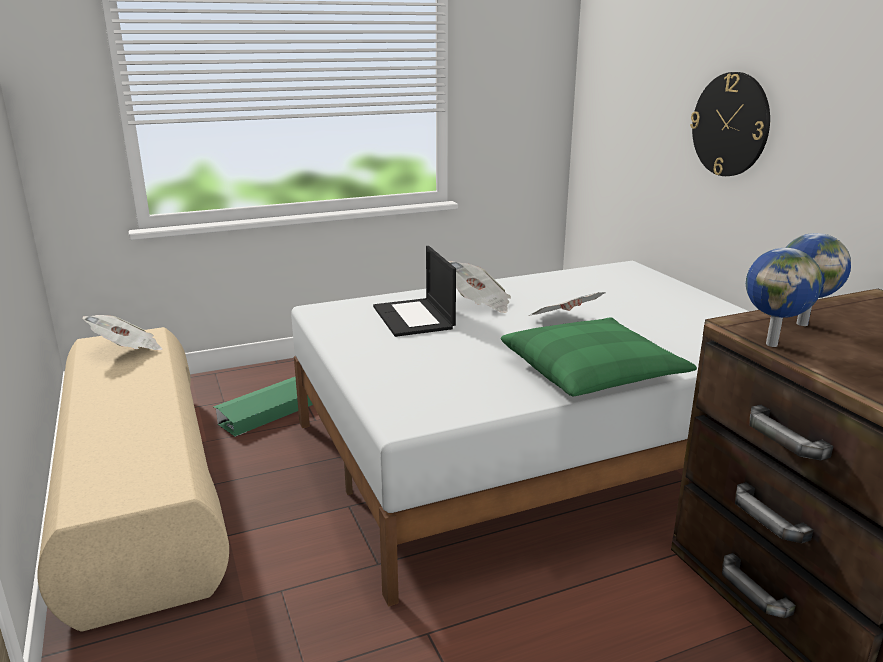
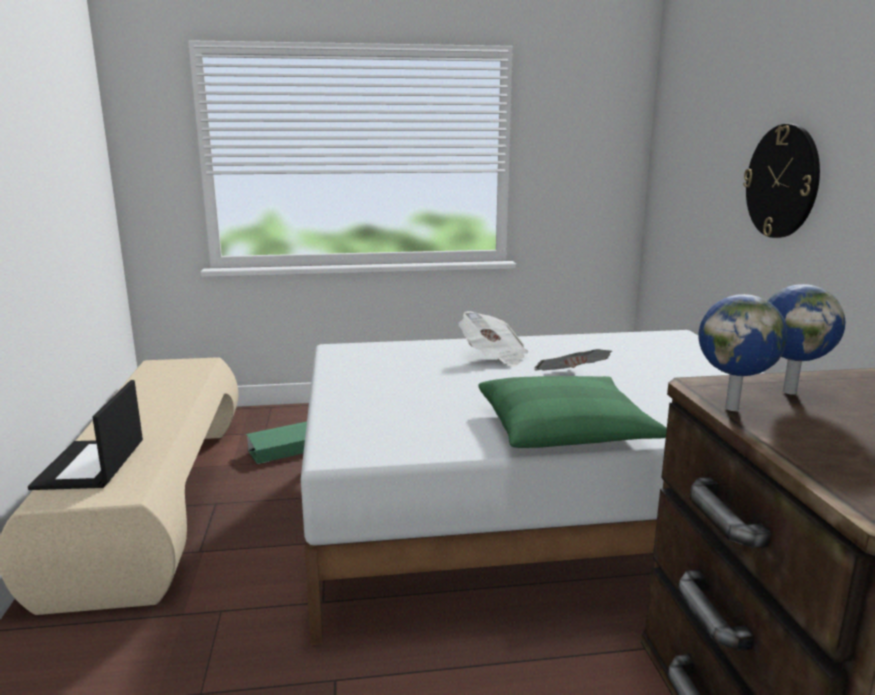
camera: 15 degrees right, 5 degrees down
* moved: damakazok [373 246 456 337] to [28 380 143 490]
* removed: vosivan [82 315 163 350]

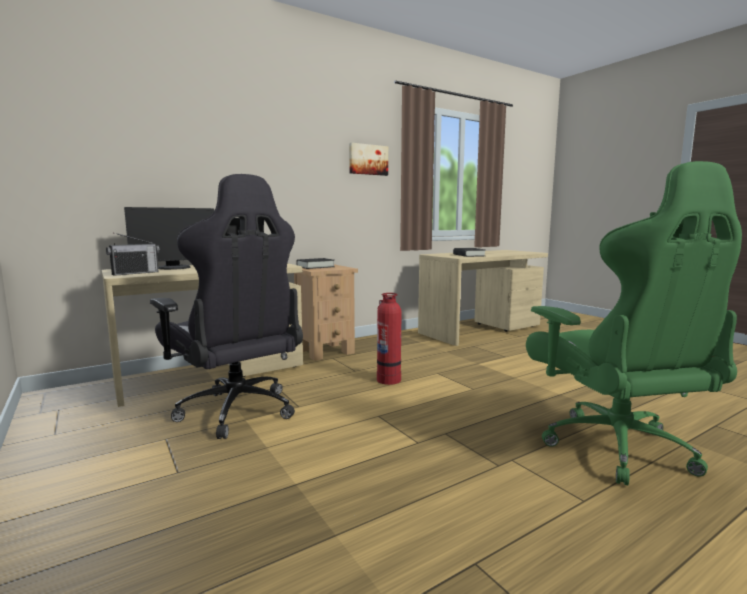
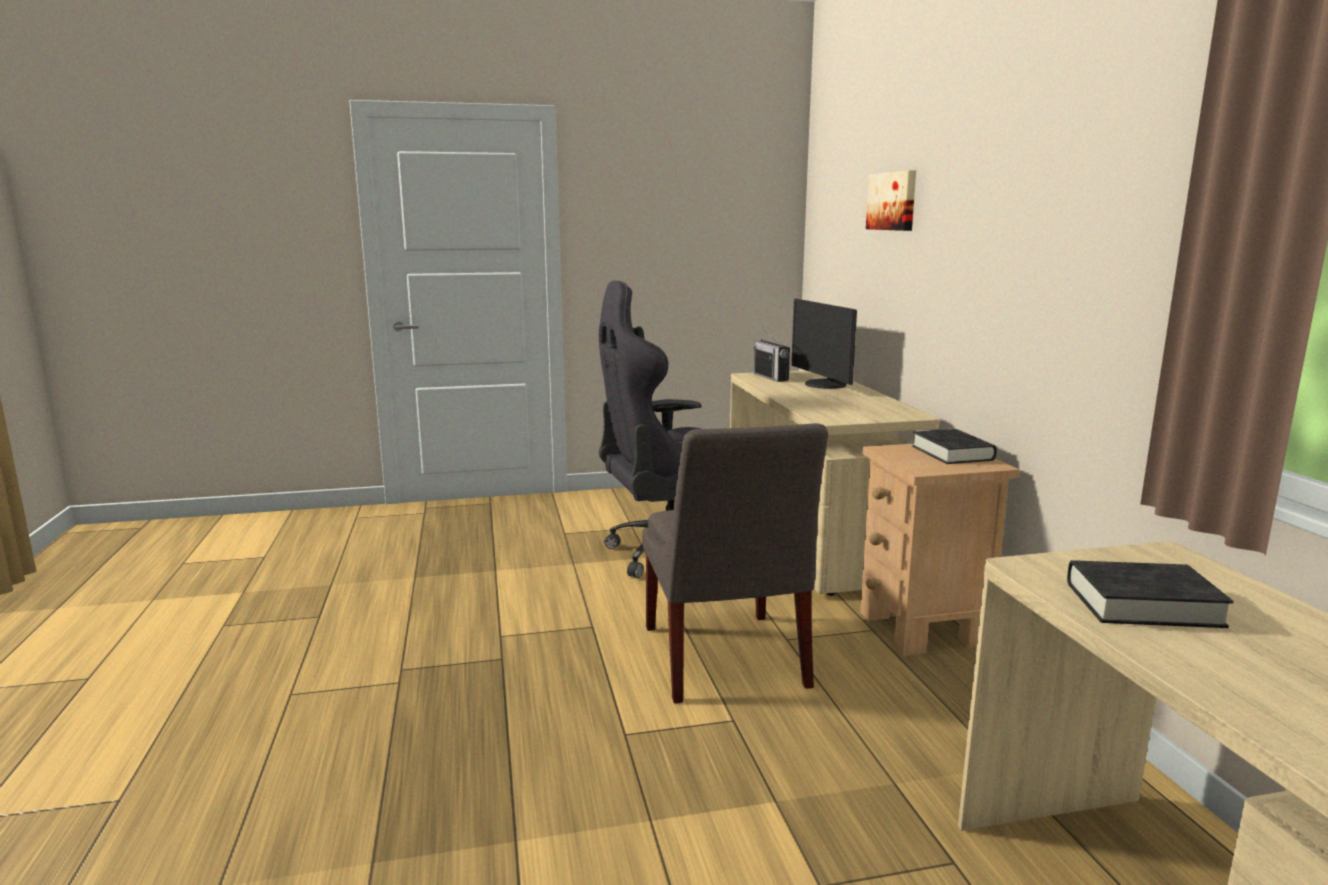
camera: 110 degrees right, 5 degrees up
* moved: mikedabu [349 143 388 176] to [866 170 916 231]
* removed: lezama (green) [526 161 742 485]
* replaced: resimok [377 293 402 385] to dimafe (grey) [642 423 828 703]

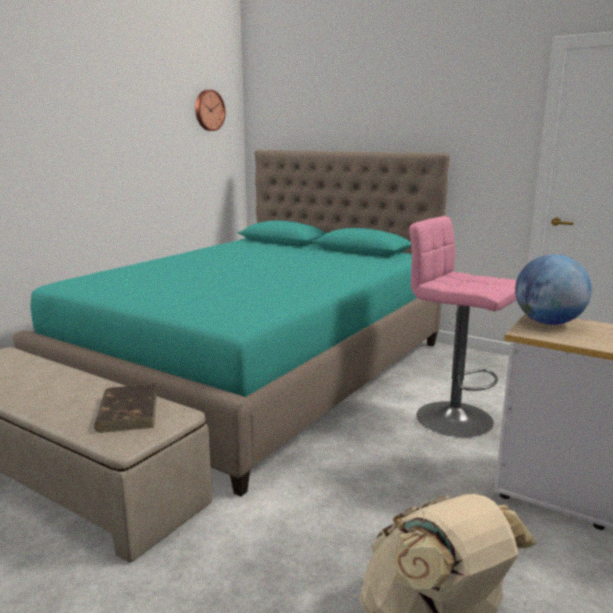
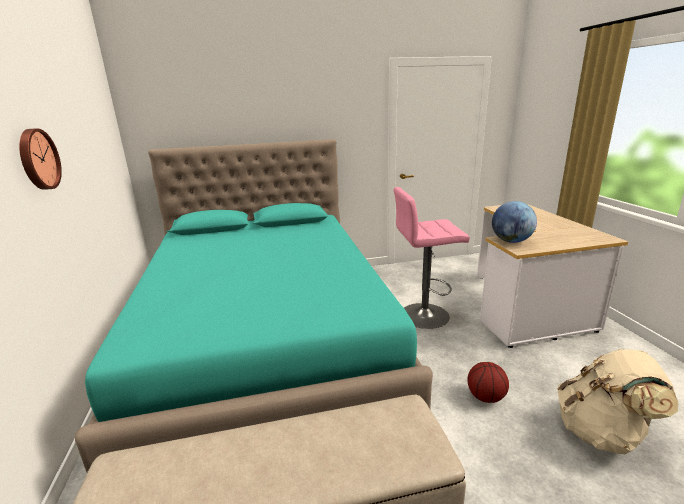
camera: 45 degrees left, 5 degrees up
* moved: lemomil [195 90 226 131] to [19 128 62 190]
* removed: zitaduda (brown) [94 384 157 433]
* added: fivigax [467 362 509 403]

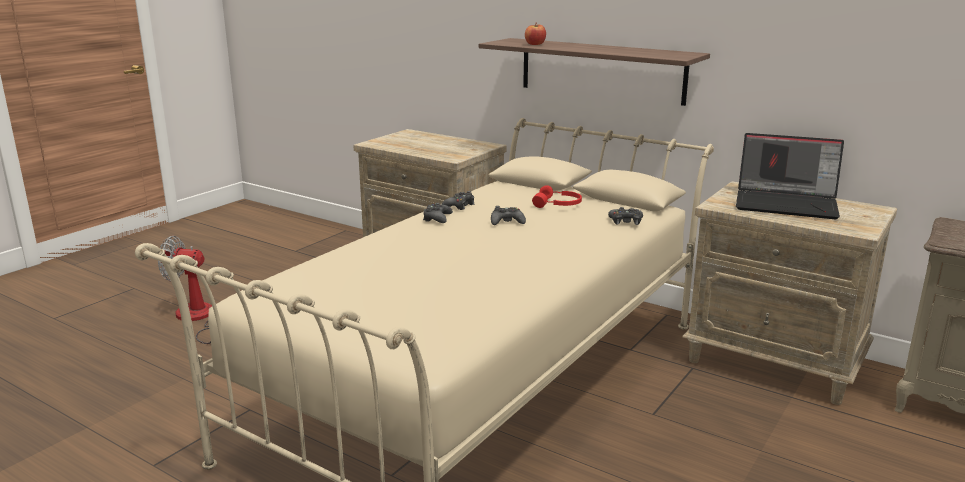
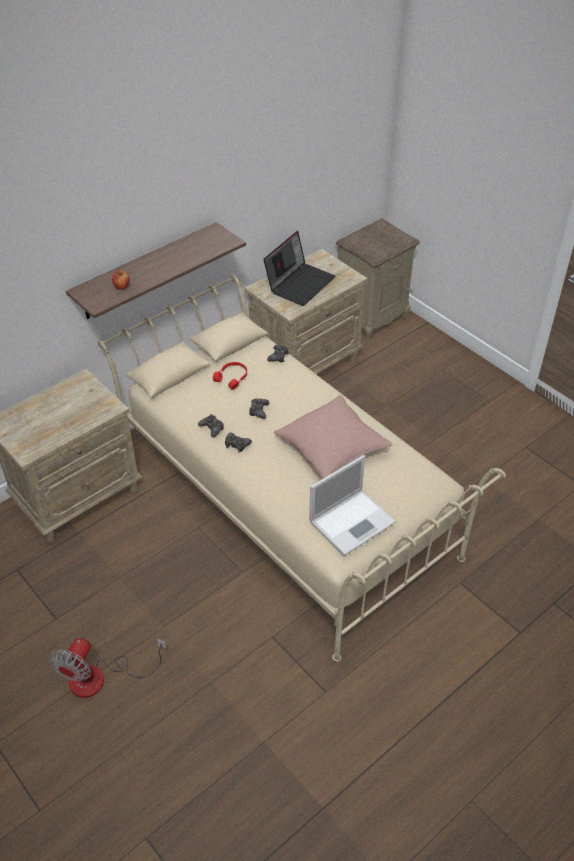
camera: 75 degrees left, 25 degrees up
* added: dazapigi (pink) [274 395 393 479]
* added: damakazok [309 455 396 556]

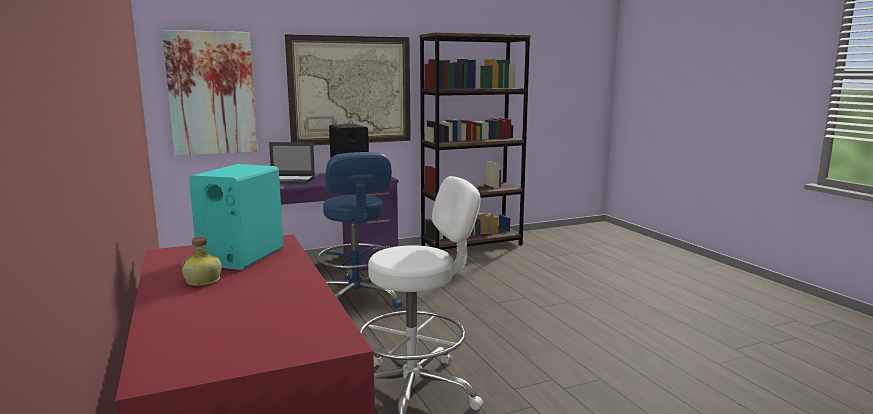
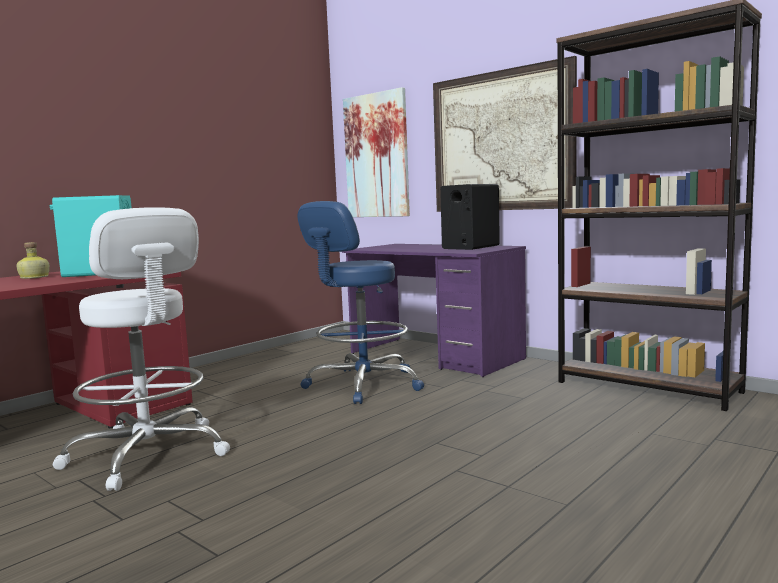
camera: 65 degrees right, 5 degrees down
* removed: damakazok [269 142 315 185]

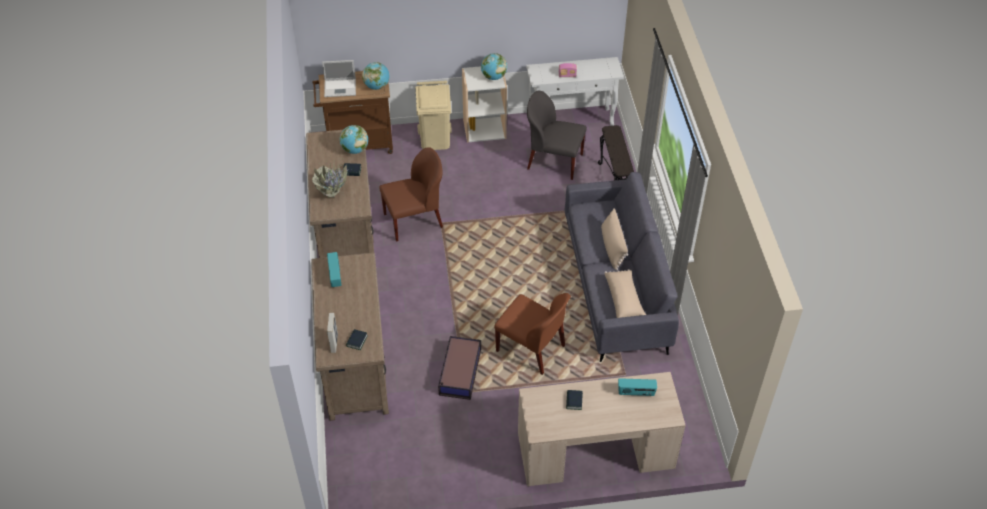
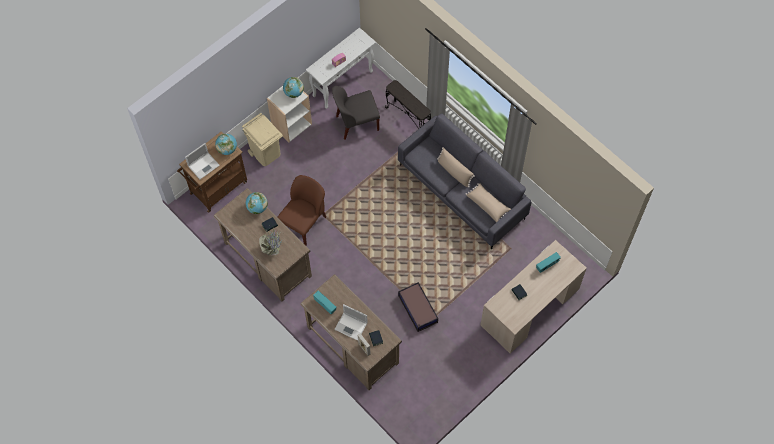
camera: 35 degrees left, 15 degrees up
* removed: dimafe (brown) [494 293 571 375]
* added: damakazok [334 304 368 341]

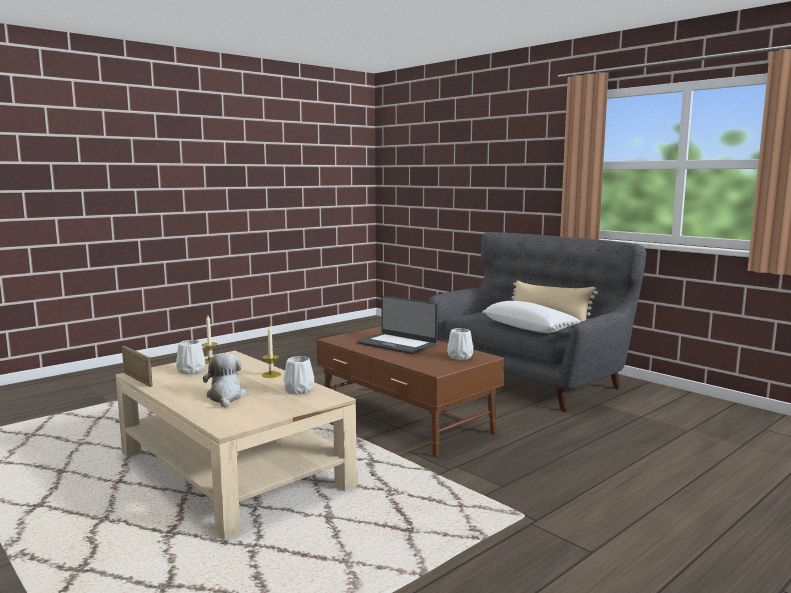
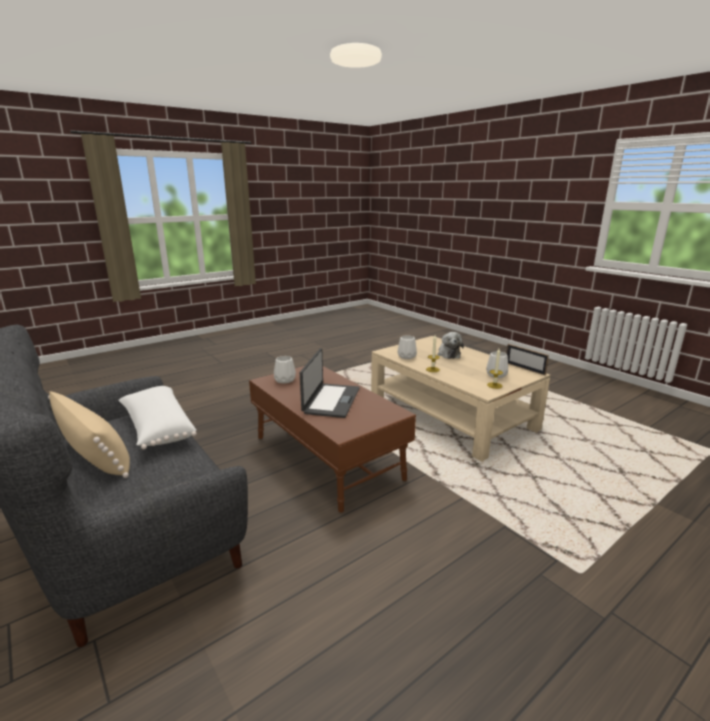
camera: 175 degrees left, 10 degrees up
* turned: damakazok [357 296 438 354] = [300 348 360 418] 60 degrees clockwise

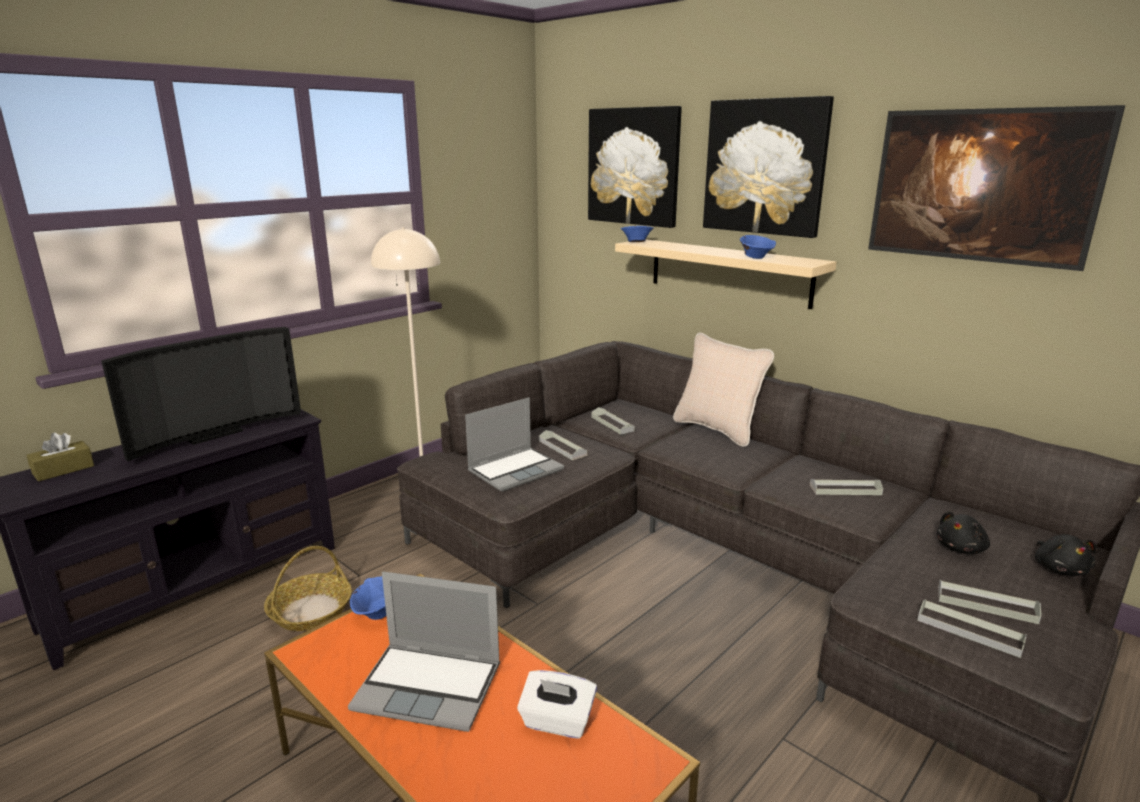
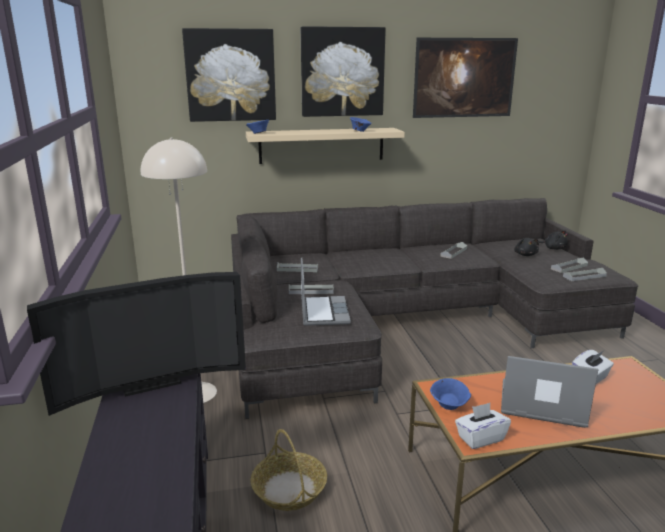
camera: 55 degrees left, 0 degrees up
* turned: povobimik [101 327 301 461] = [27 272 246 416] 75 degrees clockwise
* removed: dazapigi (beige) [673 333 774 447]
* removed: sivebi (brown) [27 433 94 481]
* turned: damakazok [348 571 500 732] = [501 356 599 428] 120 degrees counterclockwise
* added: sivebi (white) [455 403 511 449]

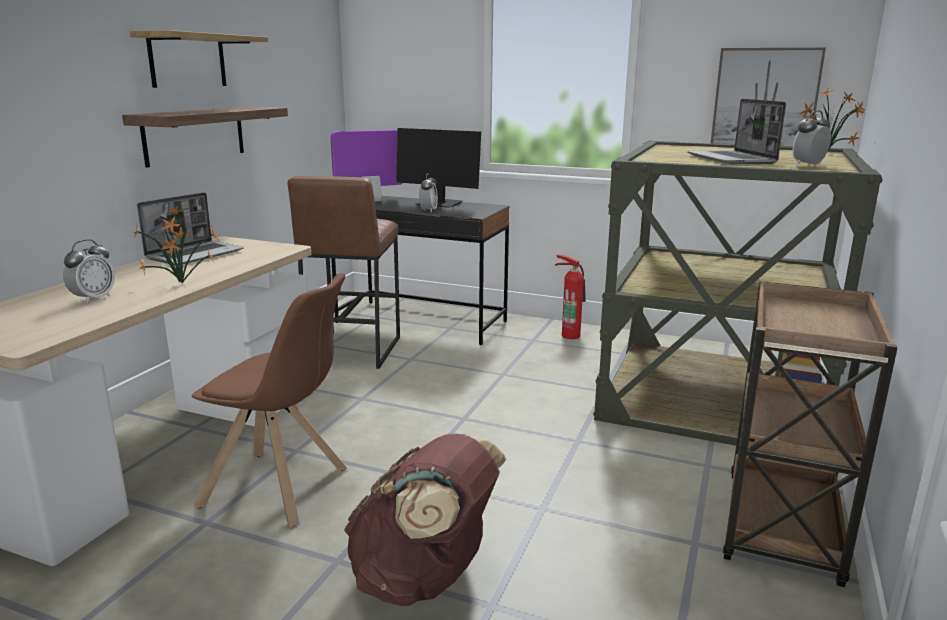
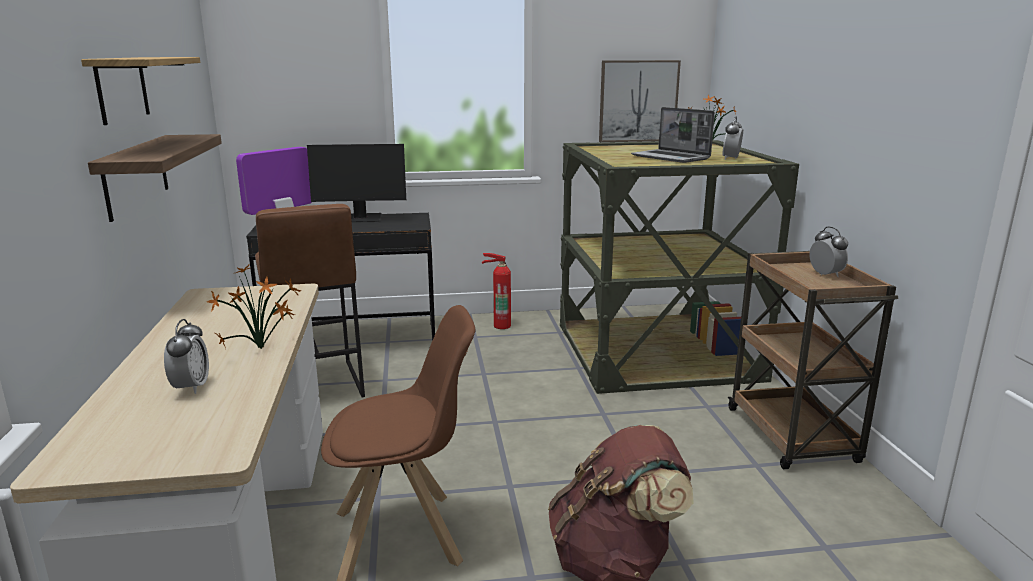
camera: 30 degrees left, 0 degrees up
* moved: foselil [419 173 438 213] to [809 227 848 277]
* removed: damakazok [137 192 244 265]

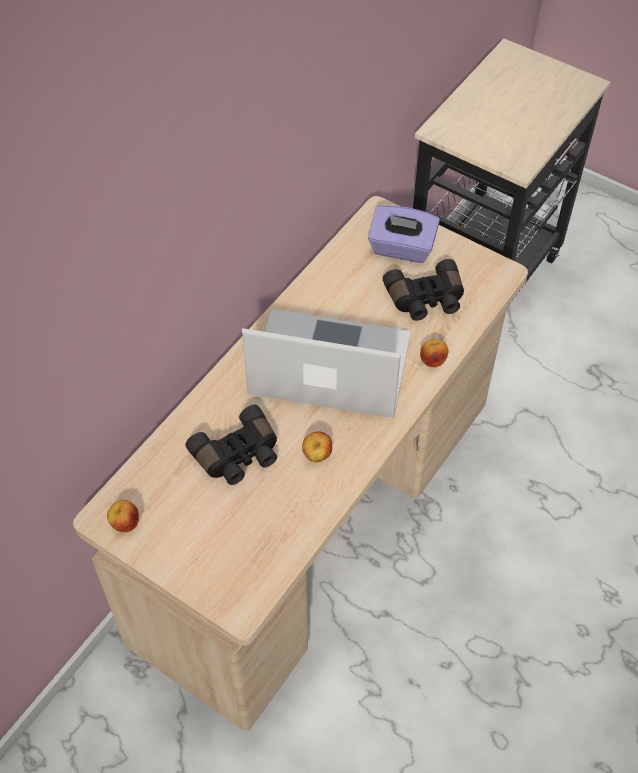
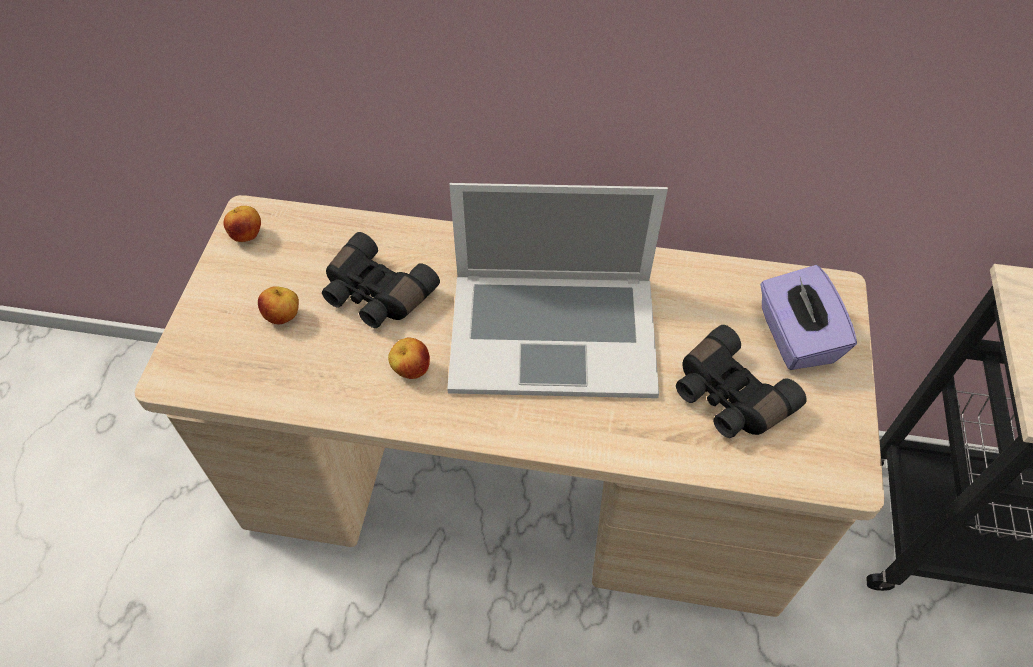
camera: 65 degrees right, 0 degrees up
* turned: damakazok [242 309 411 418] = [447 183 668 398] 105 degrees clockwise
* moved: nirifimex [420 339 448 367] to [258 286 299 324]

